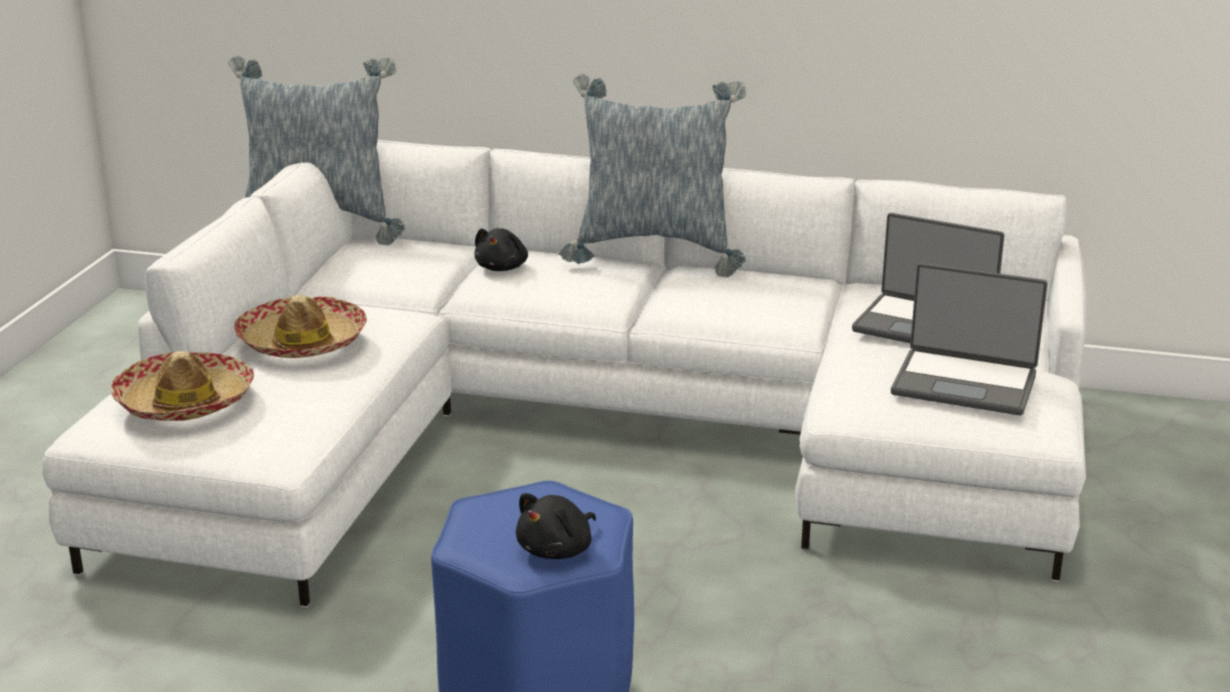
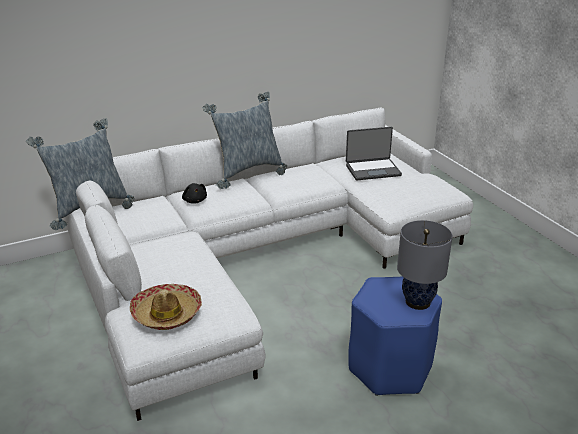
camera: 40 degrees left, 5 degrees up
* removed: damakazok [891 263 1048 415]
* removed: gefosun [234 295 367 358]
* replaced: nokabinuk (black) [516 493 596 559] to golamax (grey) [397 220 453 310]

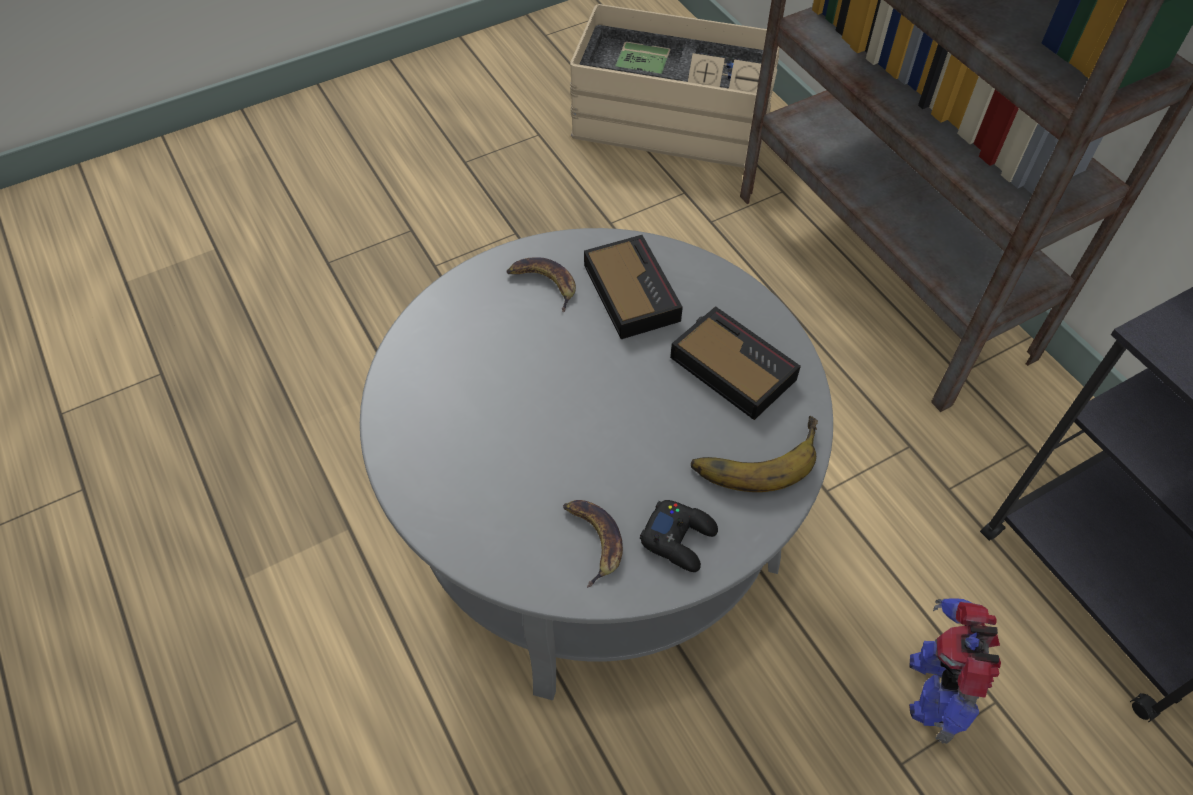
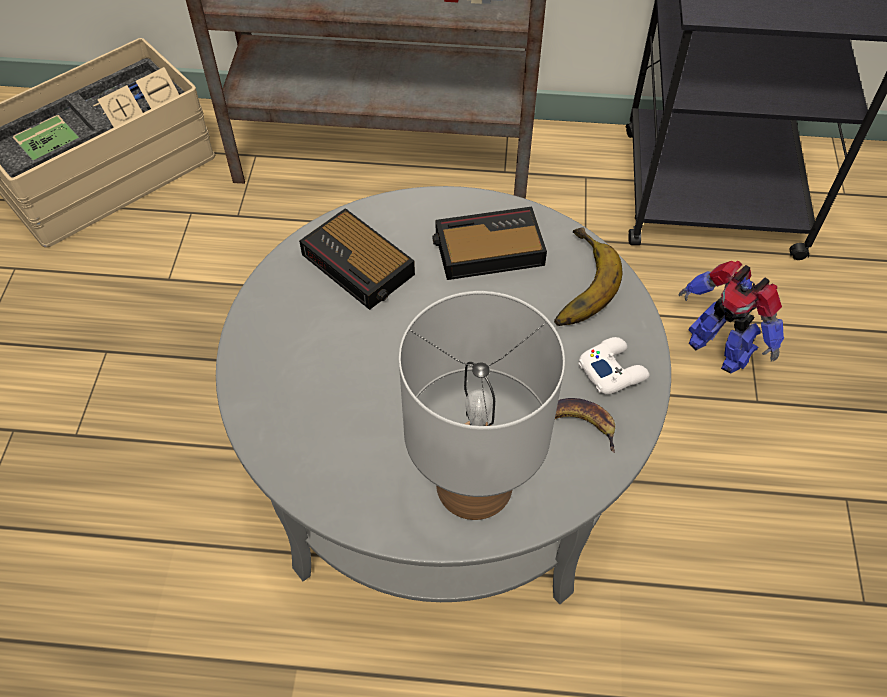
camera: 55 degrees left, 0 degrees up
* turned: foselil [584 235 683 339] = [299 208 415 310] 150 degrees counterclockwise
* removed: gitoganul [507 257 576 312]
* recoloured: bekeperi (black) [640 500 718 572] to bekeperi (white) [578 337 649 395]
* added: golamax (grey) [399 291 565 520]

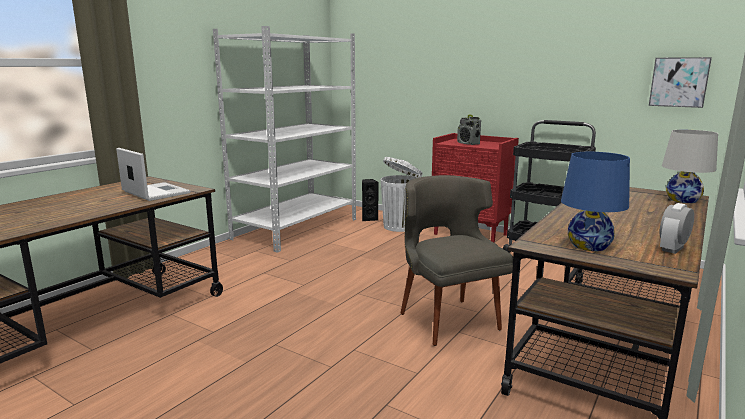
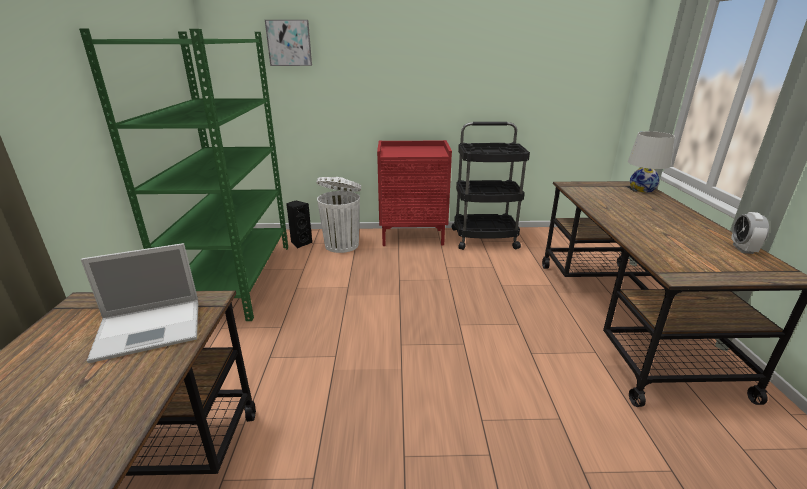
camera: 35 degrees left, 10 degrees up
* recoloured: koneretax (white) [213 26 356 253] to koneretax (green) [79 28 288 321]
* moved: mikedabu [649 57 712 108] to [265 20 312 66]
* removed: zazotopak [457 114 481 145]
* turned: damakazok [116 148 191 201] = [81 243 198 363] 150 degrees clockwise
* removed: golamax (blue) [561 152 630 251]
* removed: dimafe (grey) [400 175 513 346]

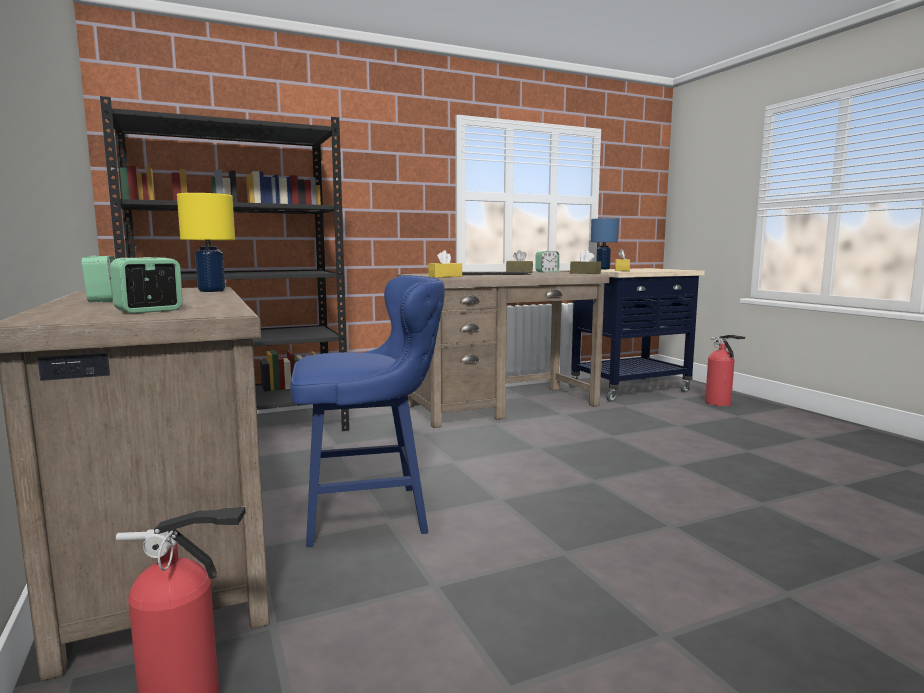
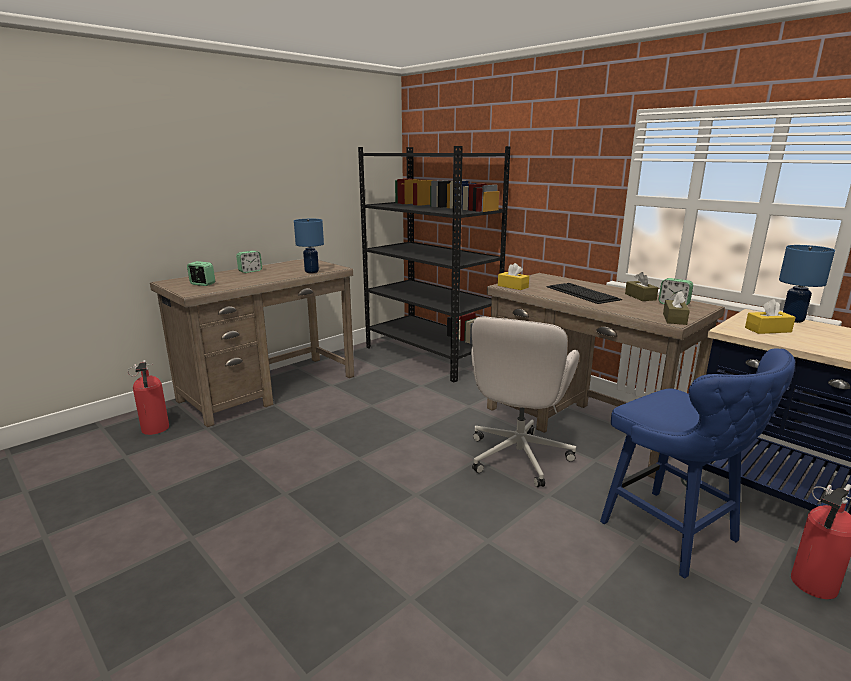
camera: 70 degrees right, 10 degrees up
* recoloured: golamax (yellow) [177 193 235 292] to golamax (blue) [294 219 324 273]
* moved: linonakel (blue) [290 275 445 547] to [600 349 795 579]
* added: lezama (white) [471 317 579 487]

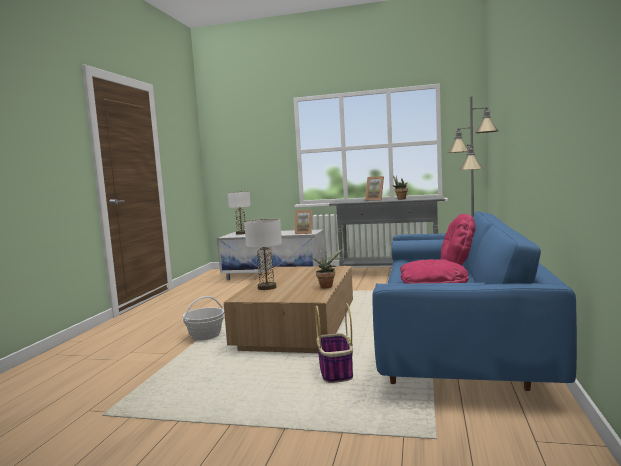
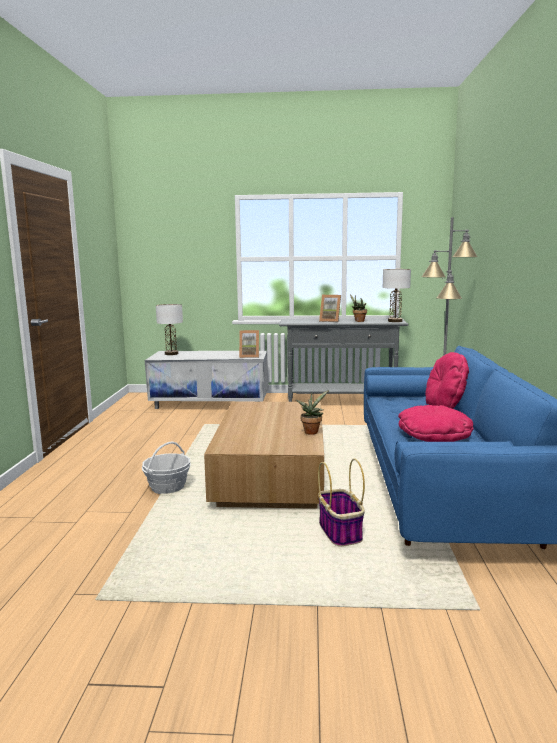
camera: 10 degrees left, 5 degrees up
* moved: golamax [244 219 282 290] to [383 269 411 322]

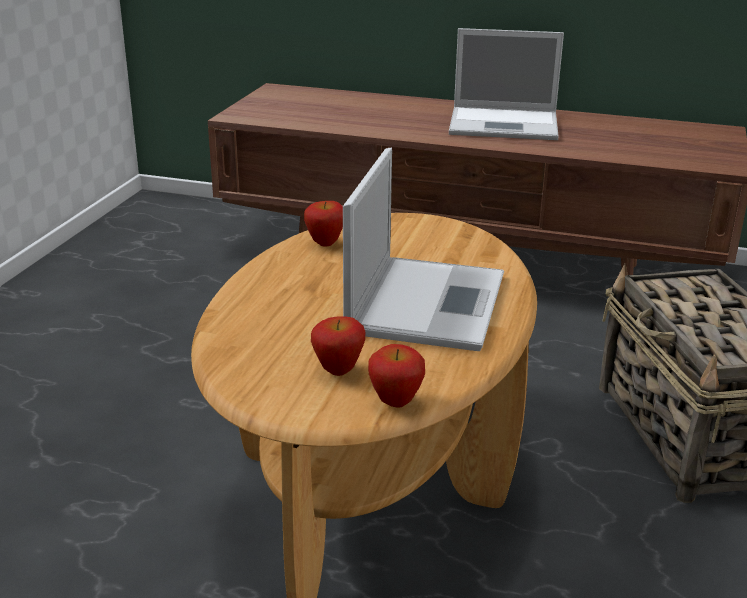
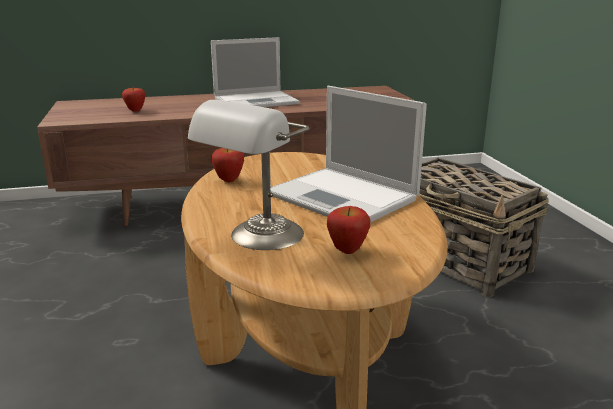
camera: 30 degrees left, 5 degrees down
* turned: damakazok [343 148 504 351] = [270 86 427 223] 150 degrees clockwise
* moved: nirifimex [368 344 425 408] to [122 87 145 111]
* added: golamax (white) [188 100 310 250]

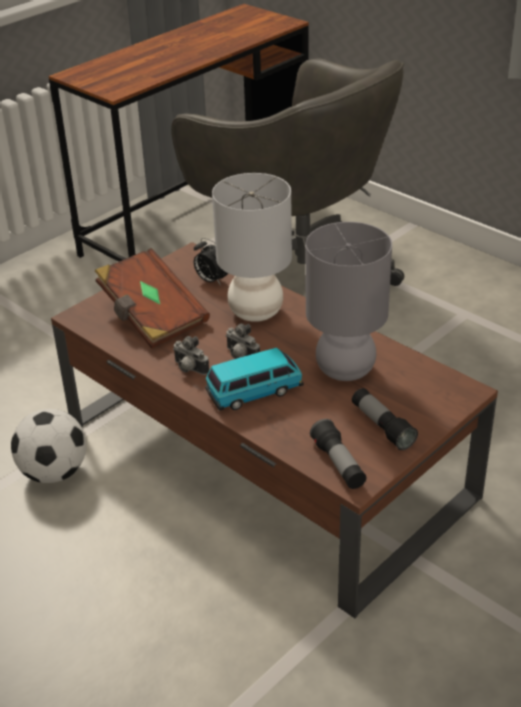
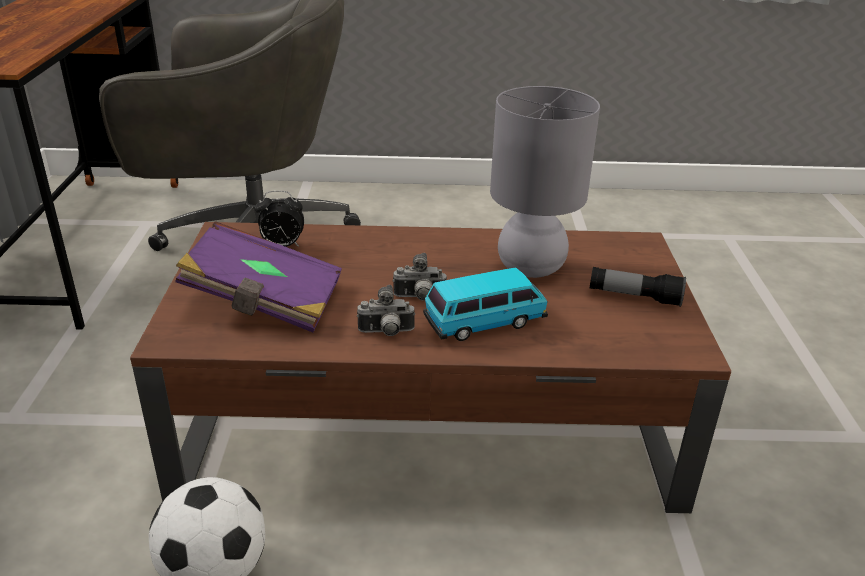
camera: 45 degrees left, 5 degrees down
* removed: golamax (grey) [212 173 292 322]
* recoloured: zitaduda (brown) [95 248 210 349] to zitaduda (purple) [175 221 342 333]
* turned: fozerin [205 348 304 411] = [423 267 548 341] 45 degrees clockwise
* removed: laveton [310 419 366 489]

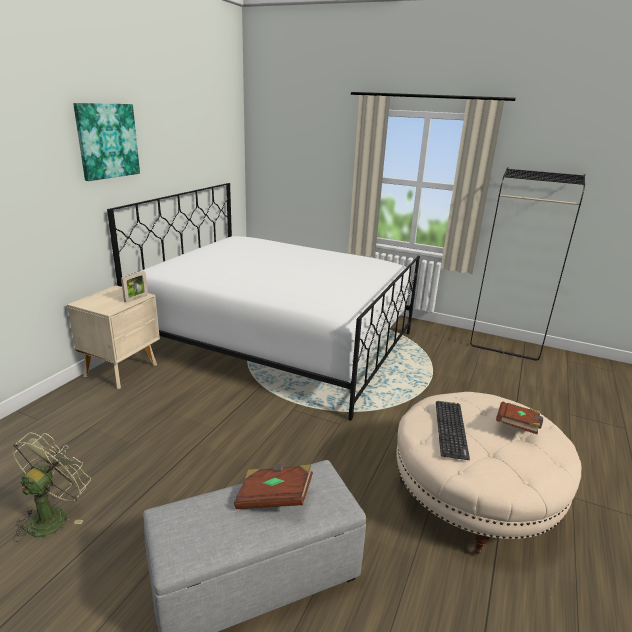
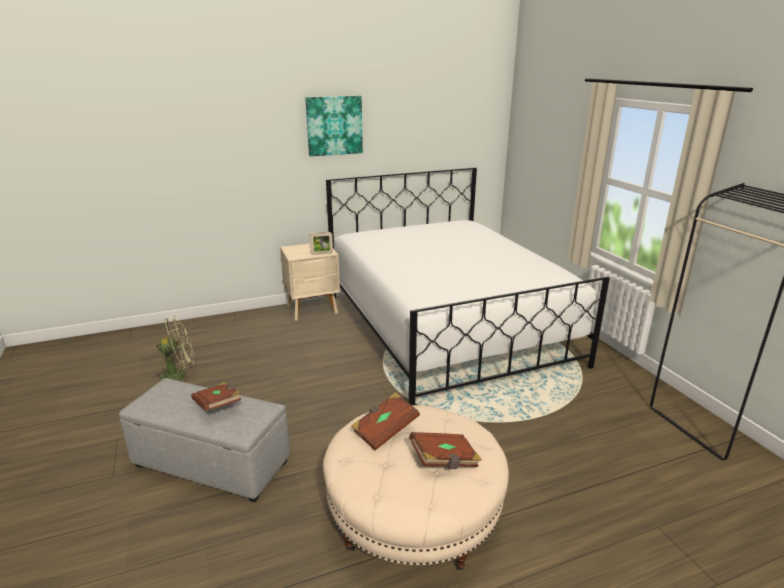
camera: 45 degrees right, 0 degrees up
* replaced: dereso [436 401 470 460] to zitaduda (brown) [351 392 420 450]

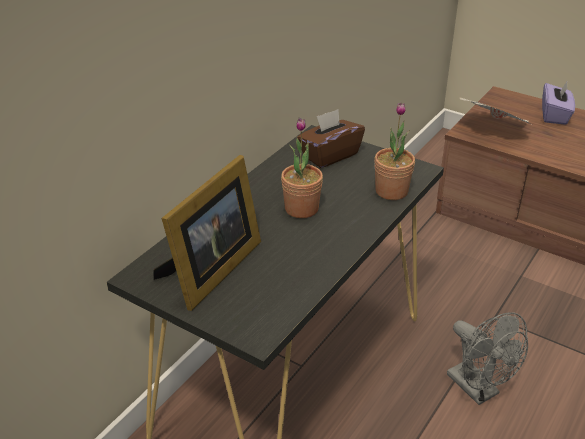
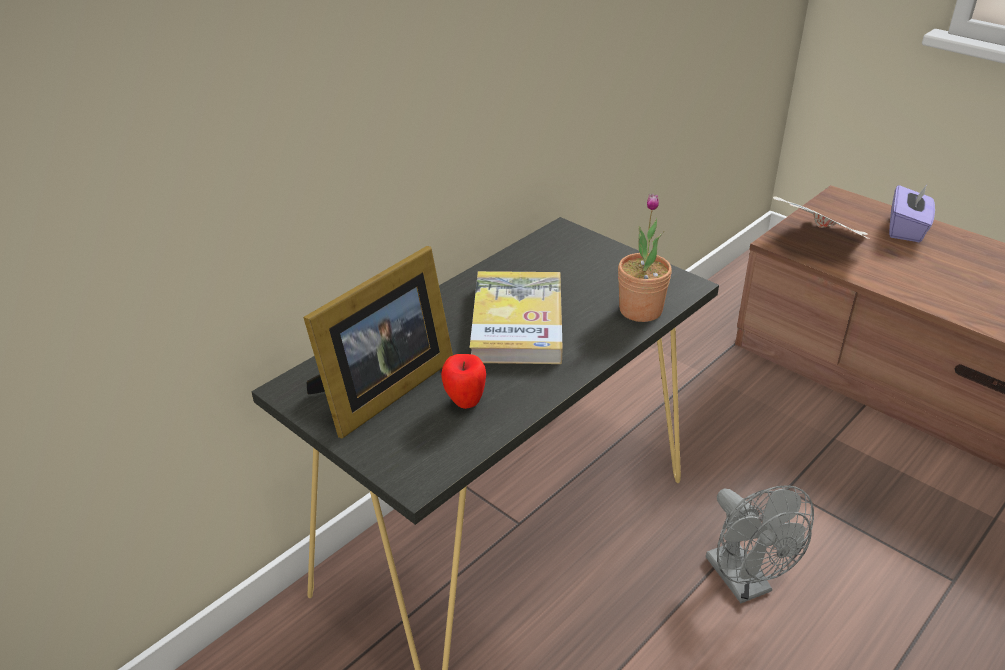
camera: 10 degrees right, 0 degrees up
* removed: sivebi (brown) [297 109 365 168]
* replaced: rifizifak [281 117 323 218] to zitaduda [470 271 563 364]
* added: nirifimex [441 354 486 409]

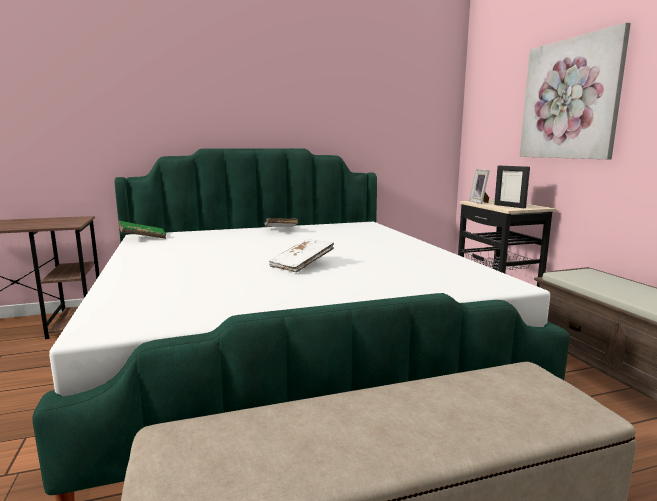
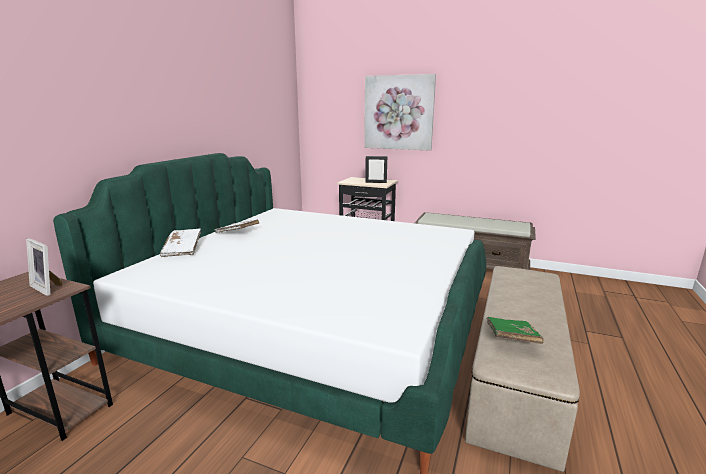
camera: 50 degrees left, 5 degrees up
* moved: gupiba [469 169 490 204] to [26 238 62 296]
* moved: zitaduda (green) [118 220 167 239] to [487 317 544 344]
* moved: zitaduda (white) [269 239 334 272] to [160 228 201 257]

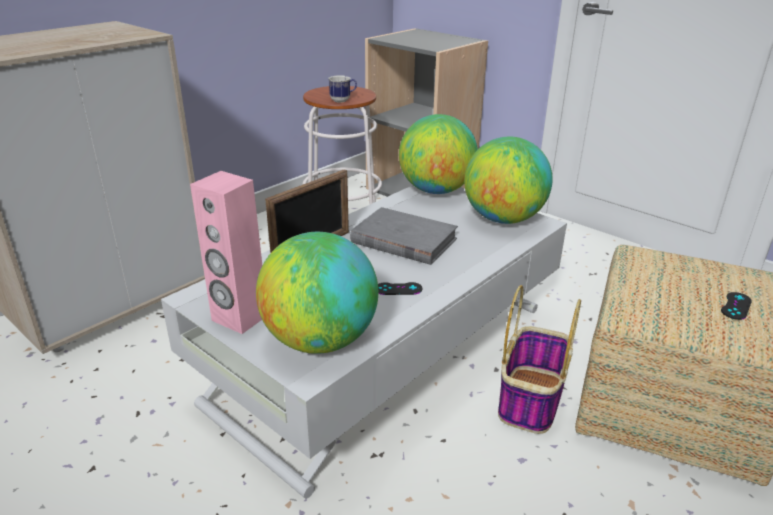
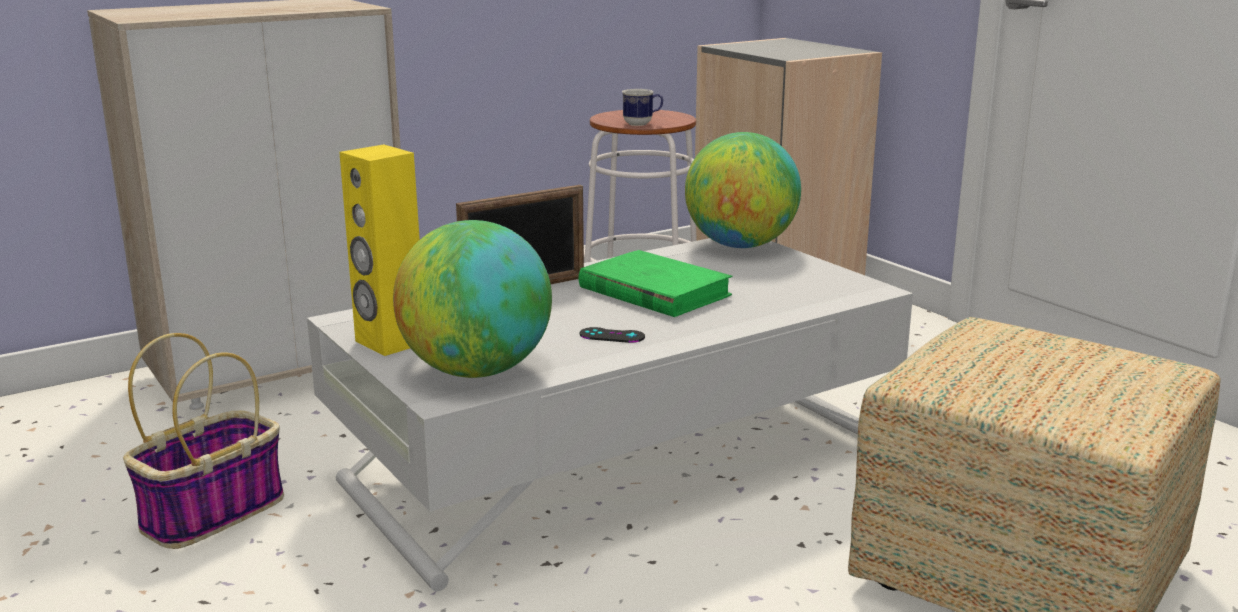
camera: 15 degrees right, 10 degrees down
* removed: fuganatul [464 137 553 224]
* recoloured: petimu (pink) [190 171 262 334] to petimu (yellow) [339 145 420 356]
* recoloured: zitaduda (grey) [350 207 458 265] to zitaduda (green) [578 250 733 317]
* moved: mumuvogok [498 285 581 434] to [123 333 284 549]
* removed: bekeperi (black) [721 292 752 320]

